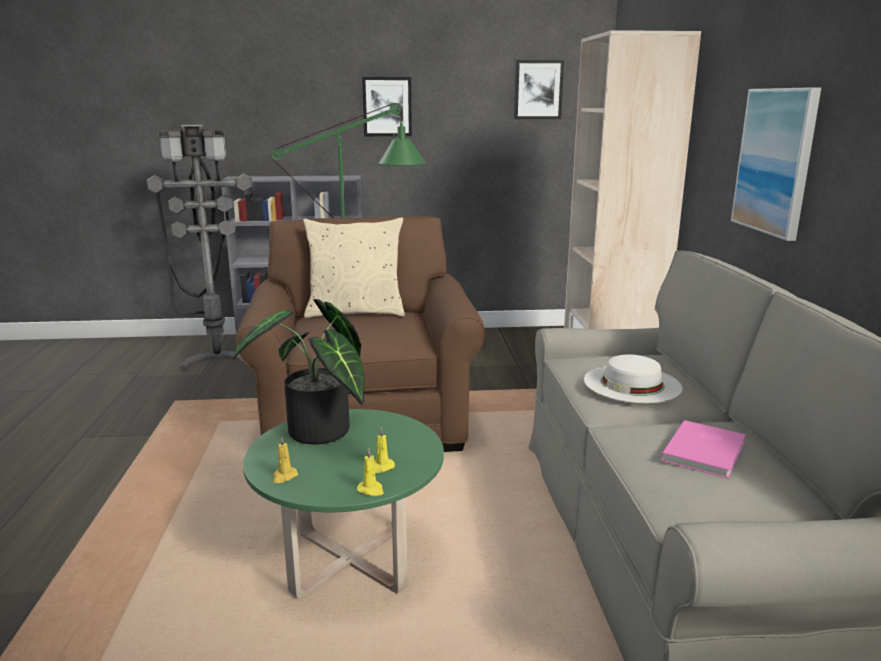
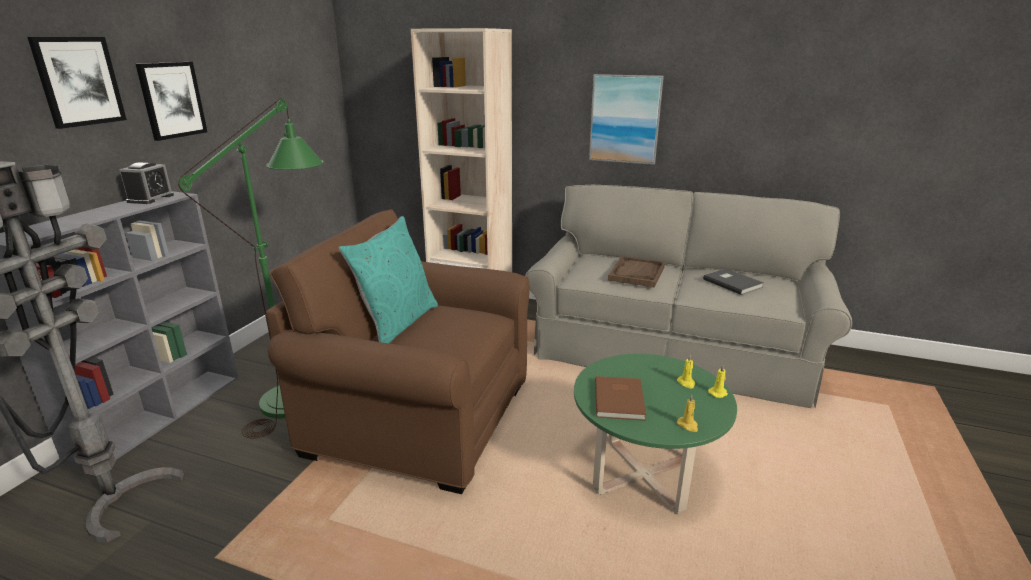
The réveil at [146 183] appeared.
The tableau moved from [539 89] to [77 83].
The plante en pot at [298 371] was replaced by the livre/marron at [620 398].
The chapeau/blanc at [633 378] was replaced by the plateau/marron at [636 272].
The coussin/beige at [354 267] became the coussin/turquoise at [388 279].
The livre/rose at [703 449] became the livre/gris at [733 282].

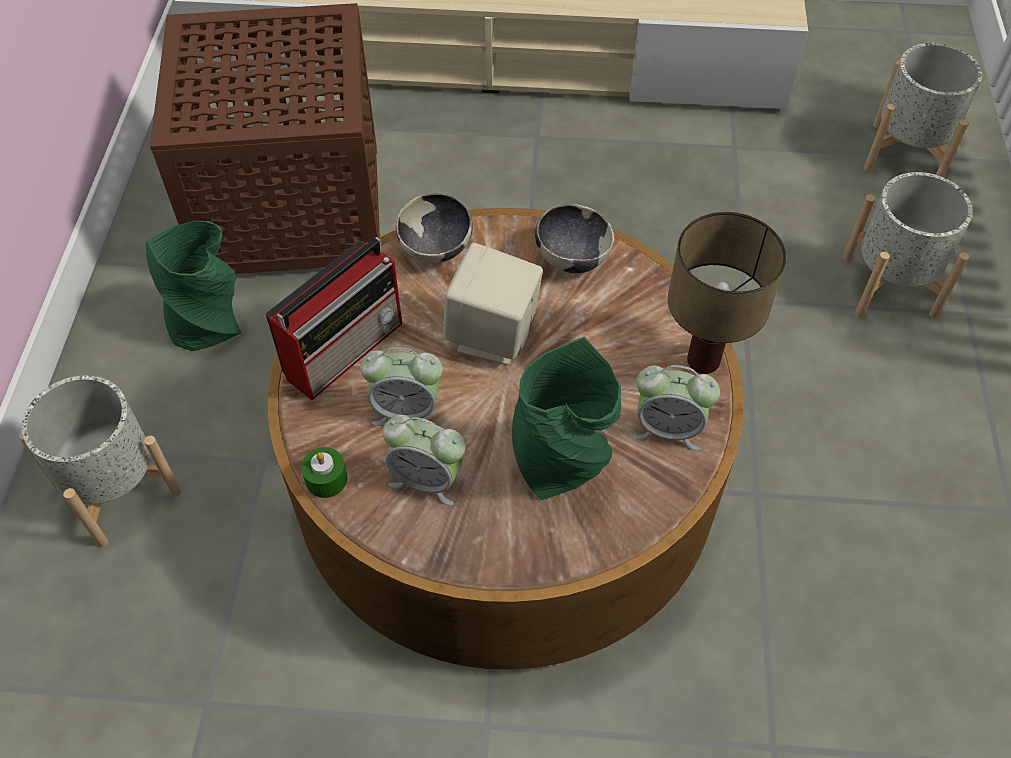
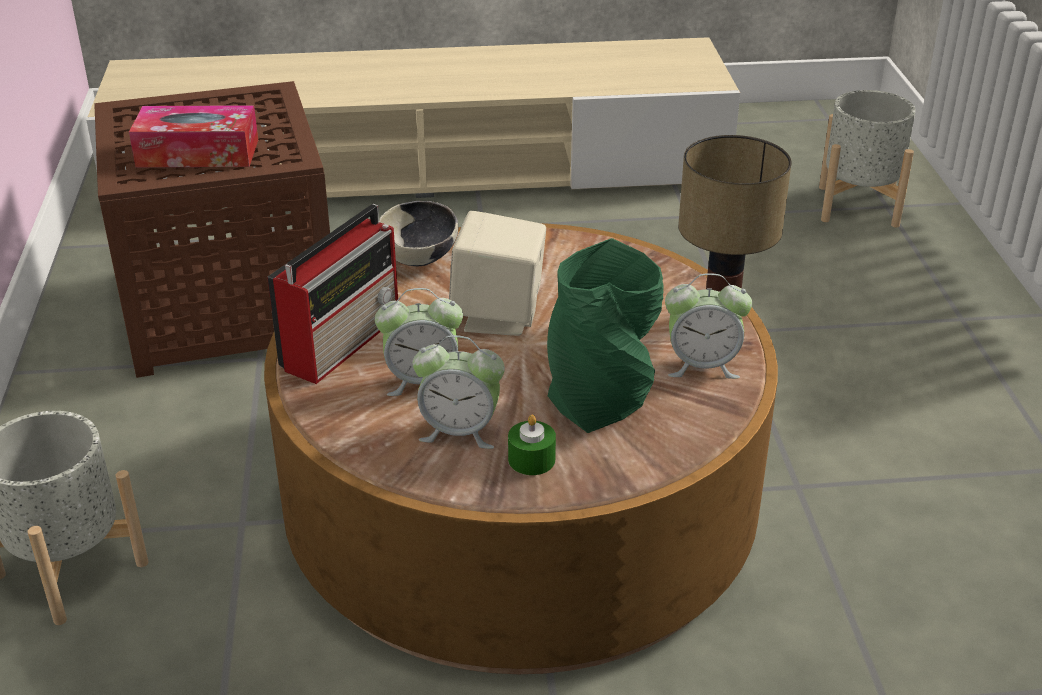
The vase/vert at [193 286] disappeared.
The bol at [574 238] disappeared.
The cache-pot/gris at [908 245] disappeared.
The boîte à mouchoirs at [193 136] appeared.
The bougie/vert moved from [324 472] to [532 445].

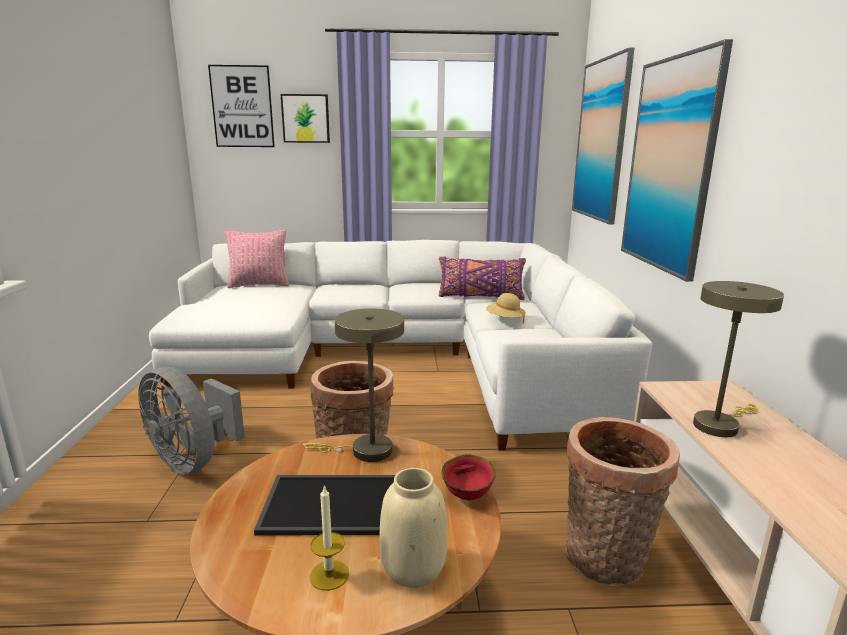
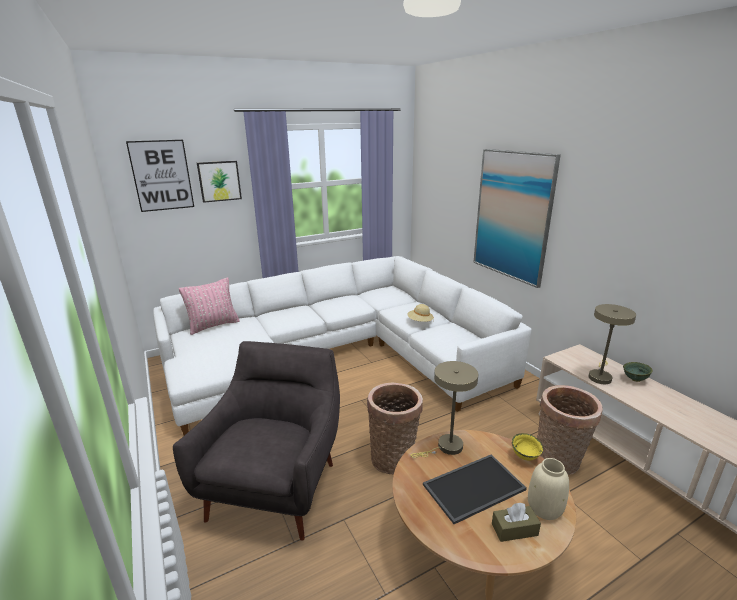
The coussin/violet at [482 278] disappeared.
The tableau at [603 135] disappeared.
The bol/vert at [638 372] appeared.
The ventilateur/gris at [191 420] was replaced by the fauteuil/gris at [256 441].
The bougie at [329 538] was replaced by the boîte à mouchoirs/marron at [516 522].
The bol/rouge at [468 477] became the bol/jaune at [527 447].

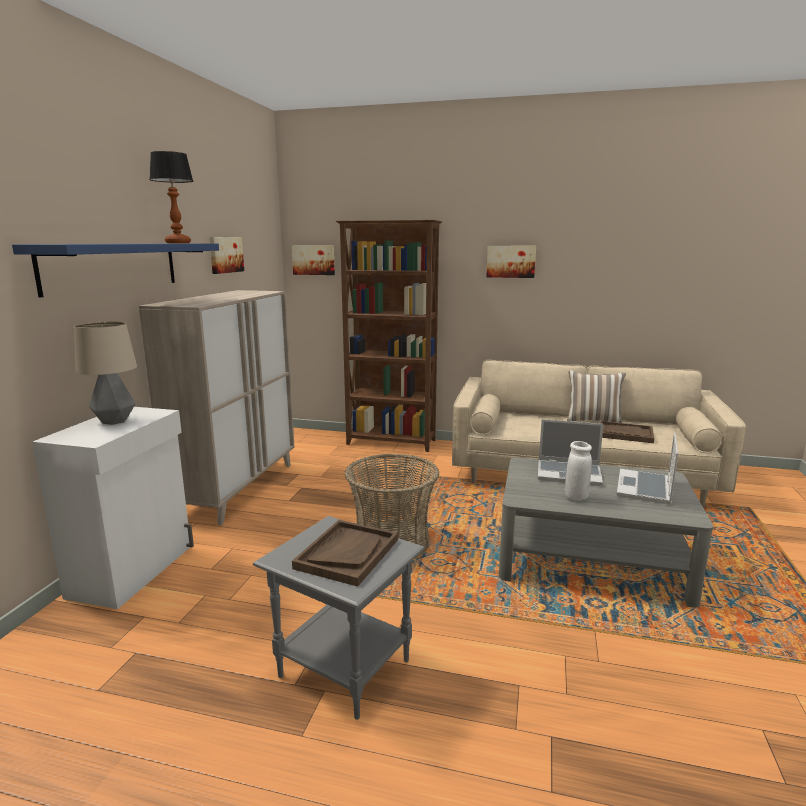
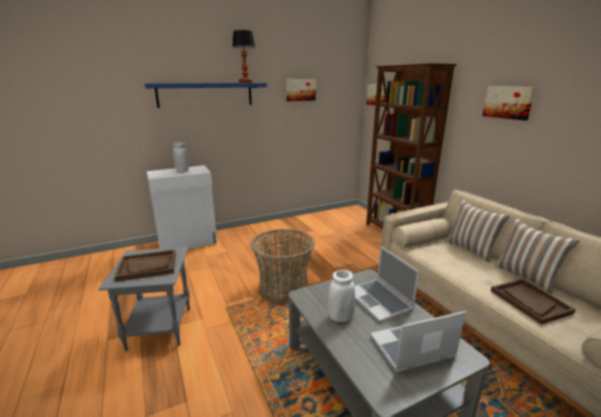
The meuble de rangement/beige at [217 408] disappeared.
The coussin at [478 231] appeared.
The lampe de table at [105 373] was replaced by the vase/blanc at [181 157].

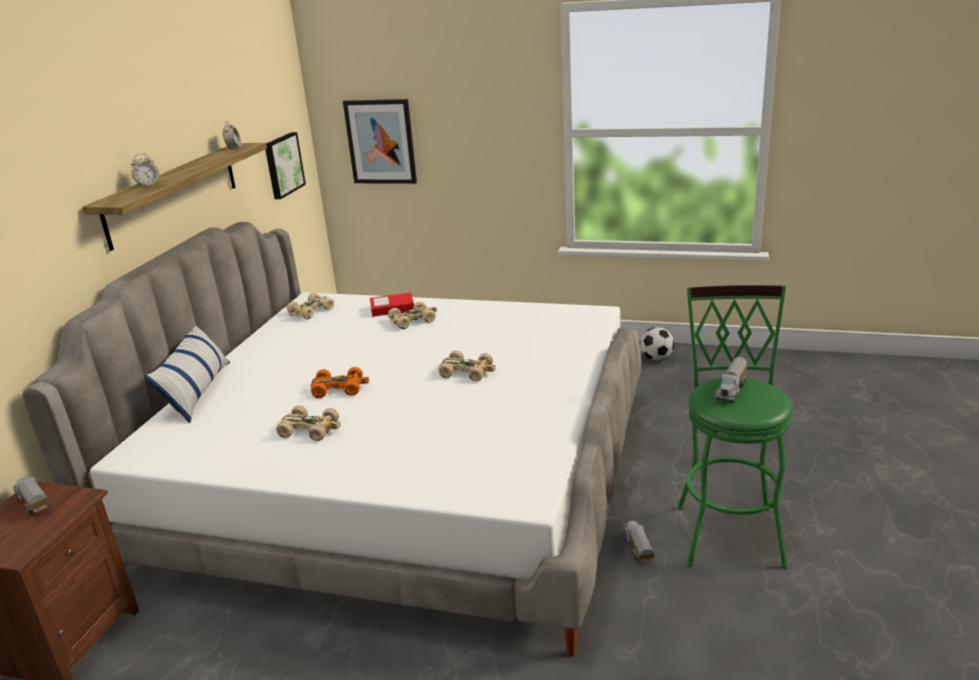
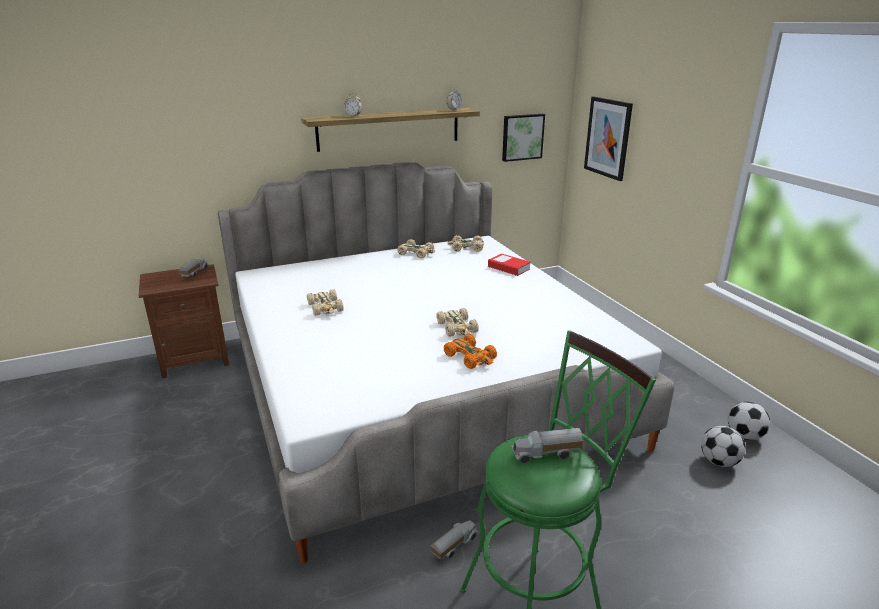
The coussin at [187 374] disappeared.
The ballon de foot at [723 446] appeared.
The petite voiture/orange moved from [339 382] to [470 351].
The petite voiture/beige moved from [412 315] to [416 248].

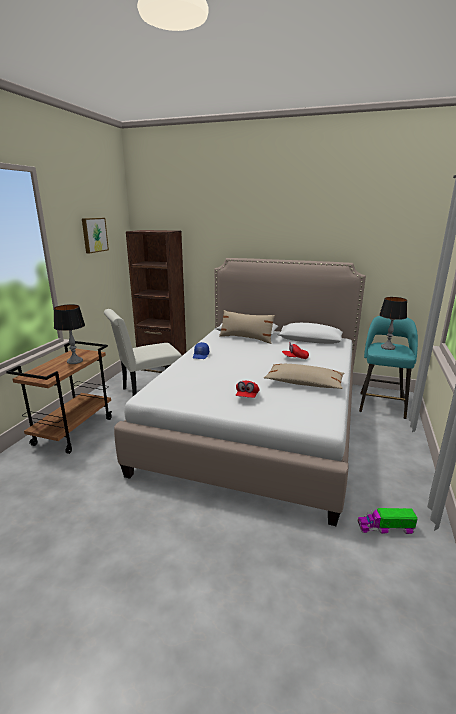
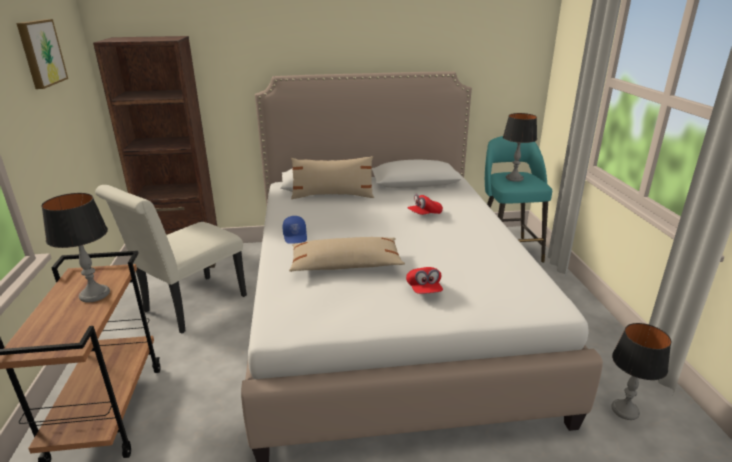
The coussin/beige moved from [304 376] to [347 254].
The camion jouet at [387 521] was replaced by the lampe de table at [641 371].

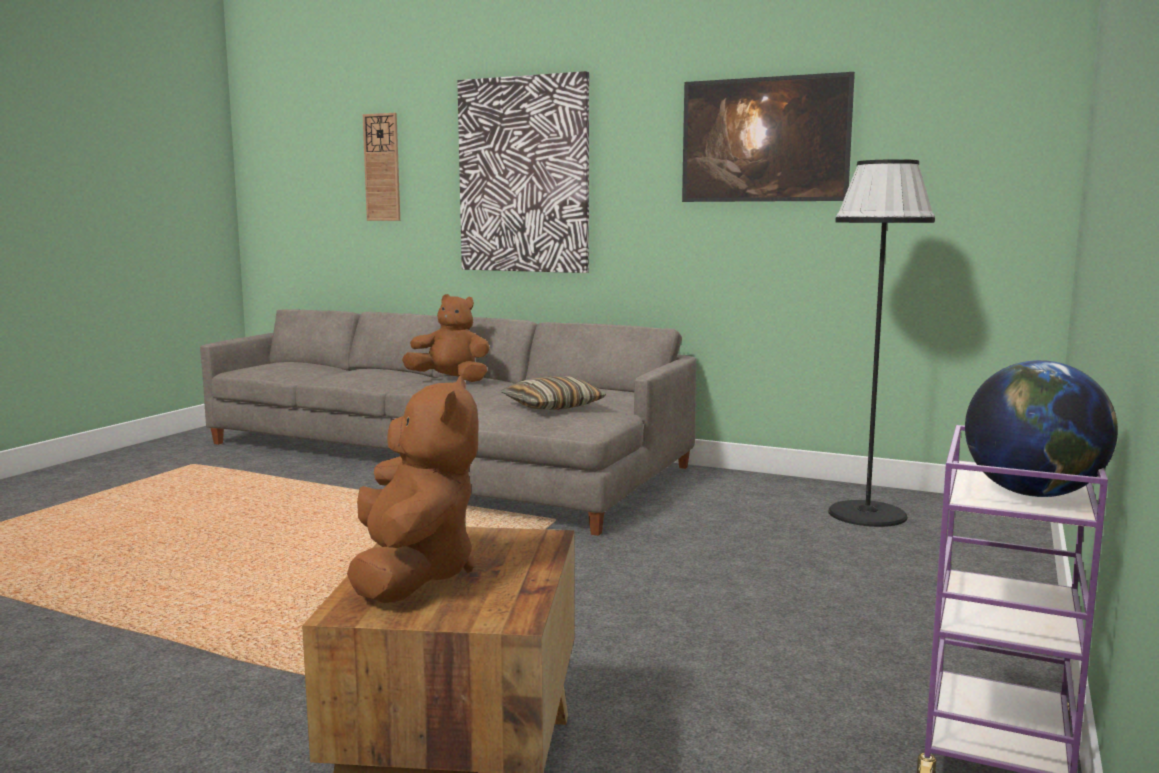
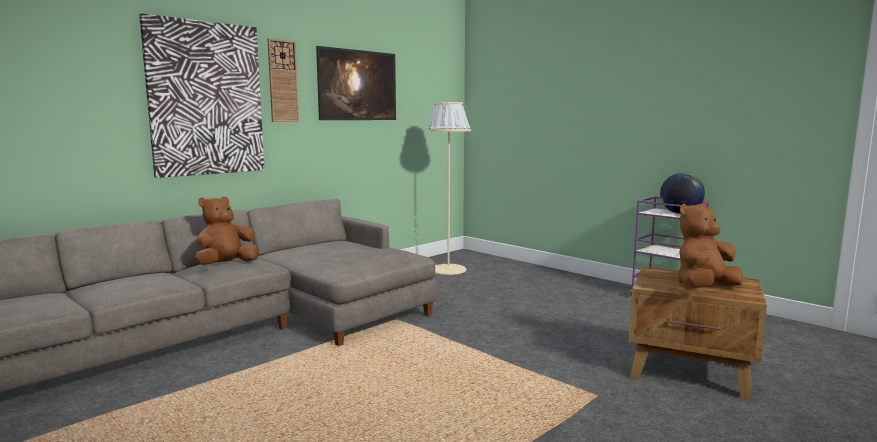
The coussin at [553 393] disappeared.
The horloge murale moved from [381 167] to [283 80].
The lampadaire/noir at [881 343] became the lampadaire/beige at [449 188].
The peluche/marron at [412 489] turned 45 degrees counterclockwise.

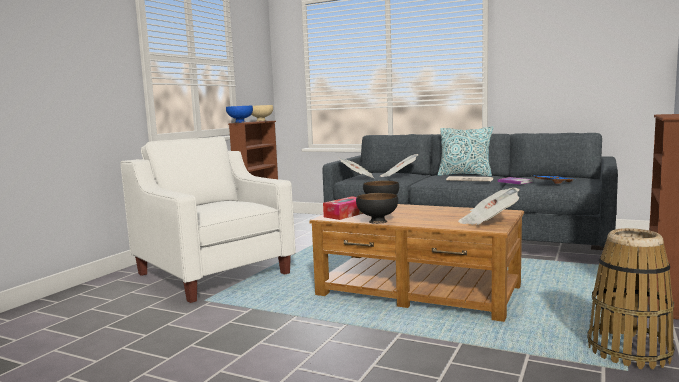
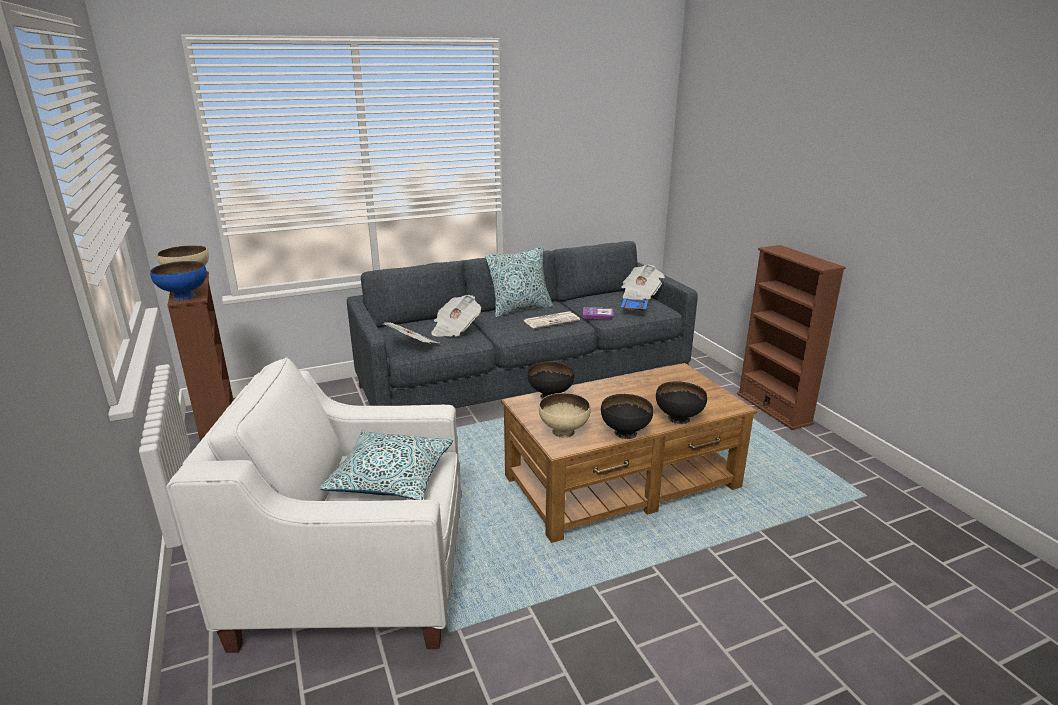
The panier at [631 298] disappeared.
The coussin at [386 465] appeared.
The bol/noir at [681 402] appeared.
The journal moved from [489 206] to [643 282].
The boîte à mouchoirs at [343 208] was replaced by the bol/beige at [565 415].

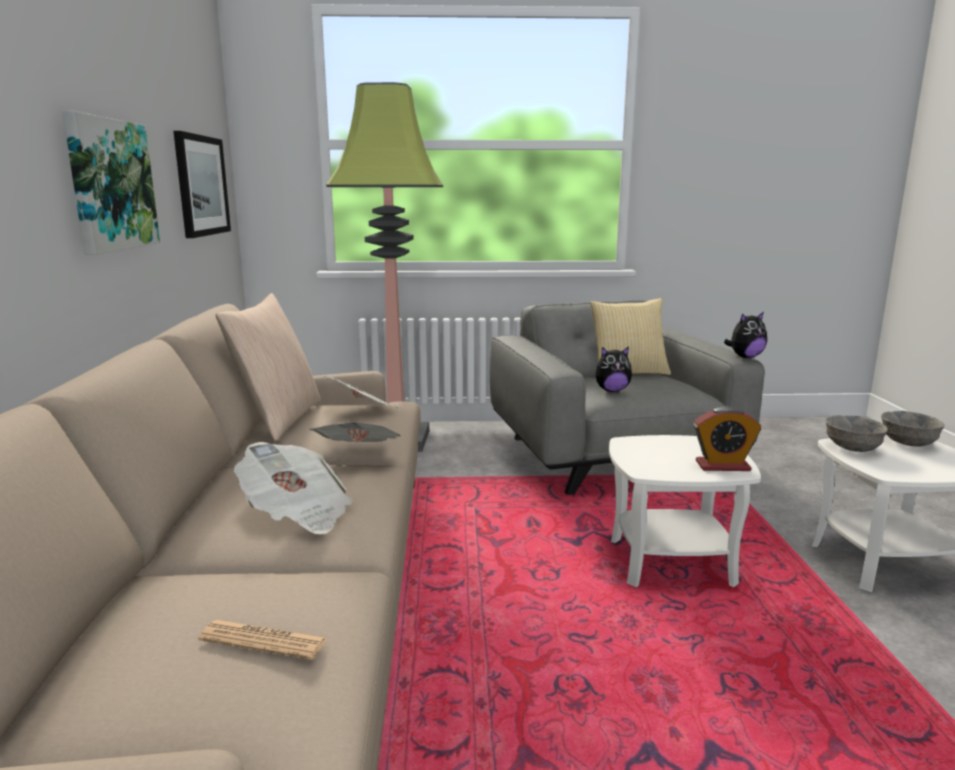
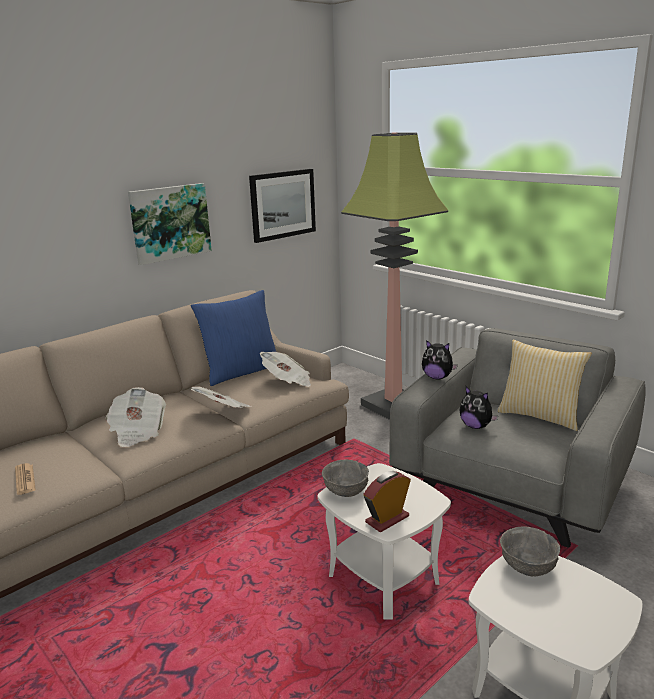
The peluche moved from [745 335] to [440 359].
The bol/gris moved from [913 429] to [345 478].
The coussin/beige at [268 367] became the coussin/bleu at [233 338].
The réveil at [727 438] turned 90 degrees clockwise.

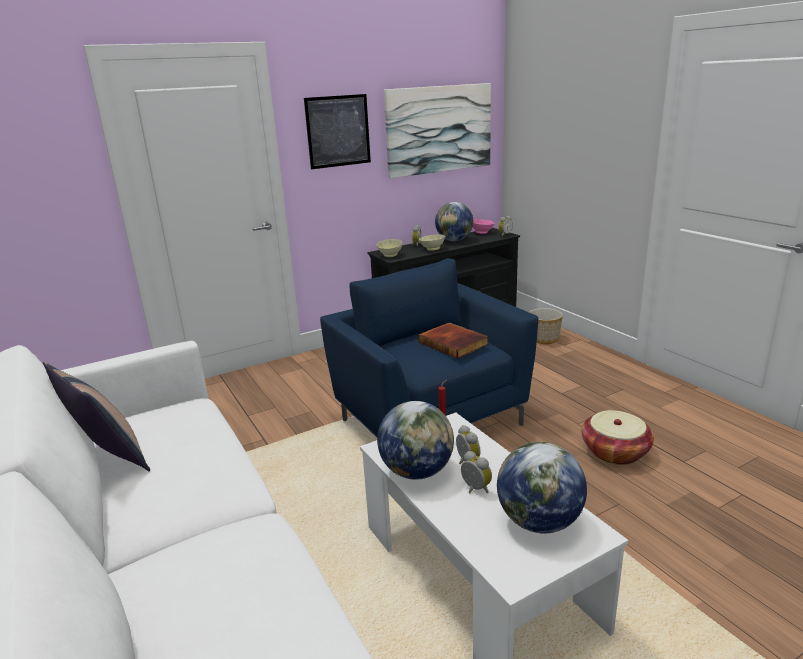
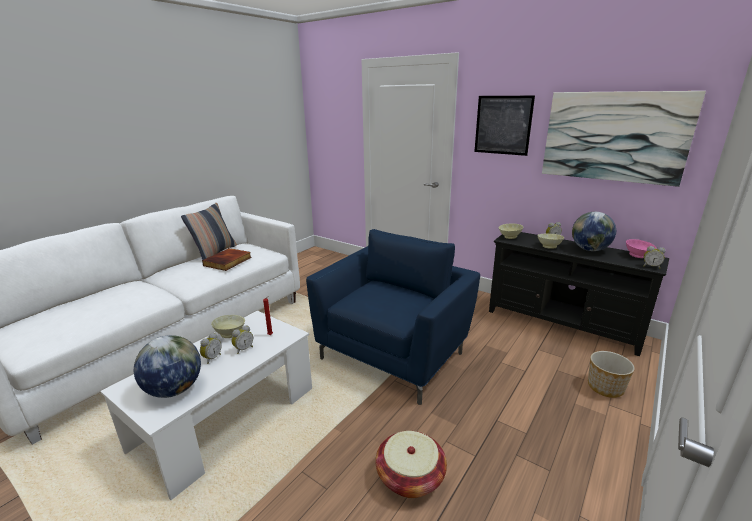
The livre moved from [454 340] to [227 259].
The globe at [415 440] was replaced by the bol/beige at [228 326].

